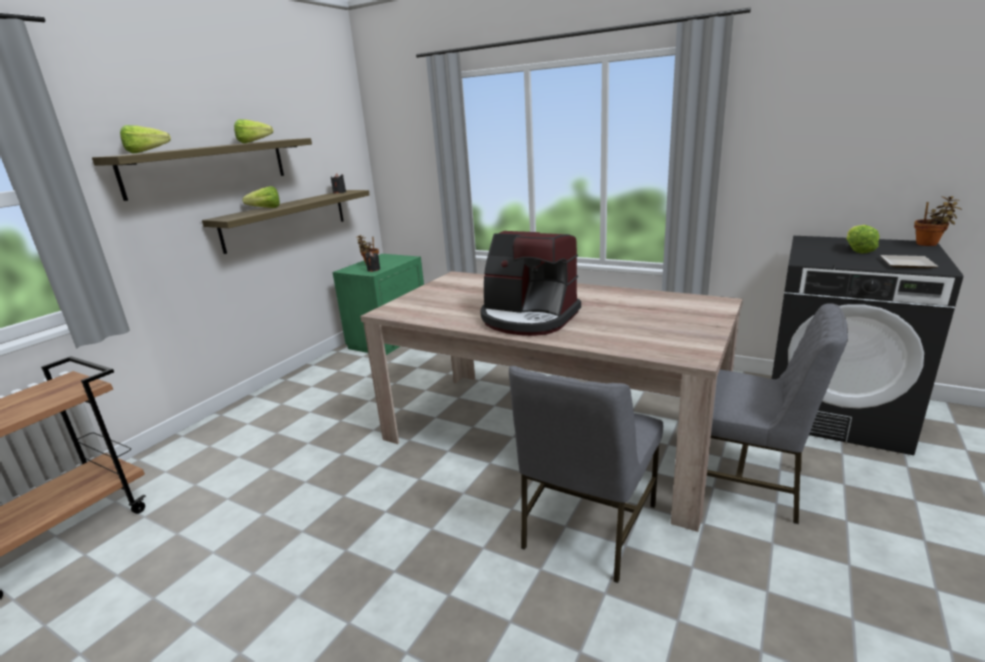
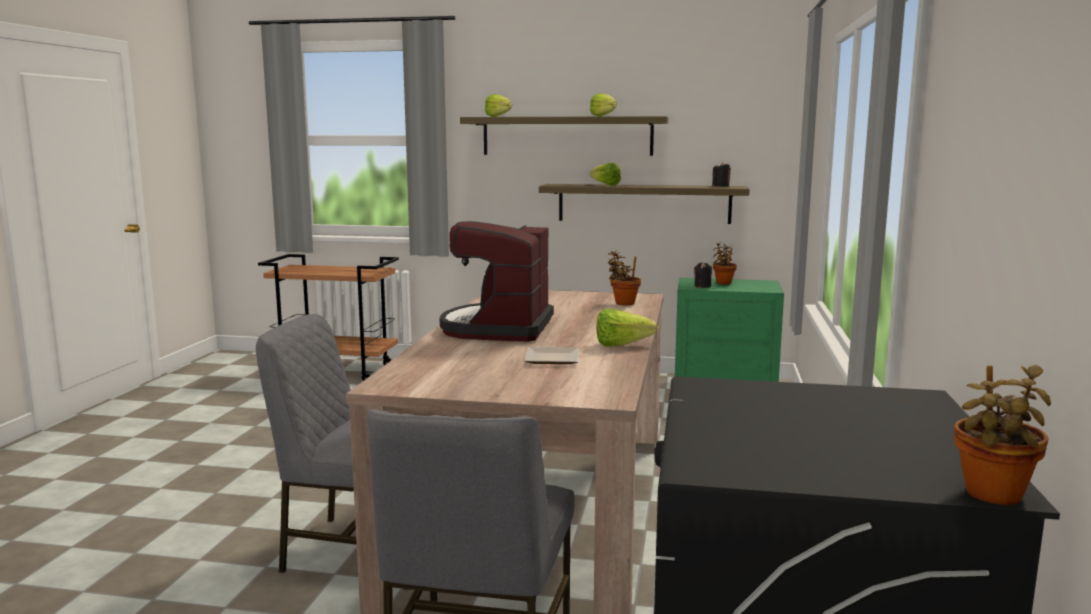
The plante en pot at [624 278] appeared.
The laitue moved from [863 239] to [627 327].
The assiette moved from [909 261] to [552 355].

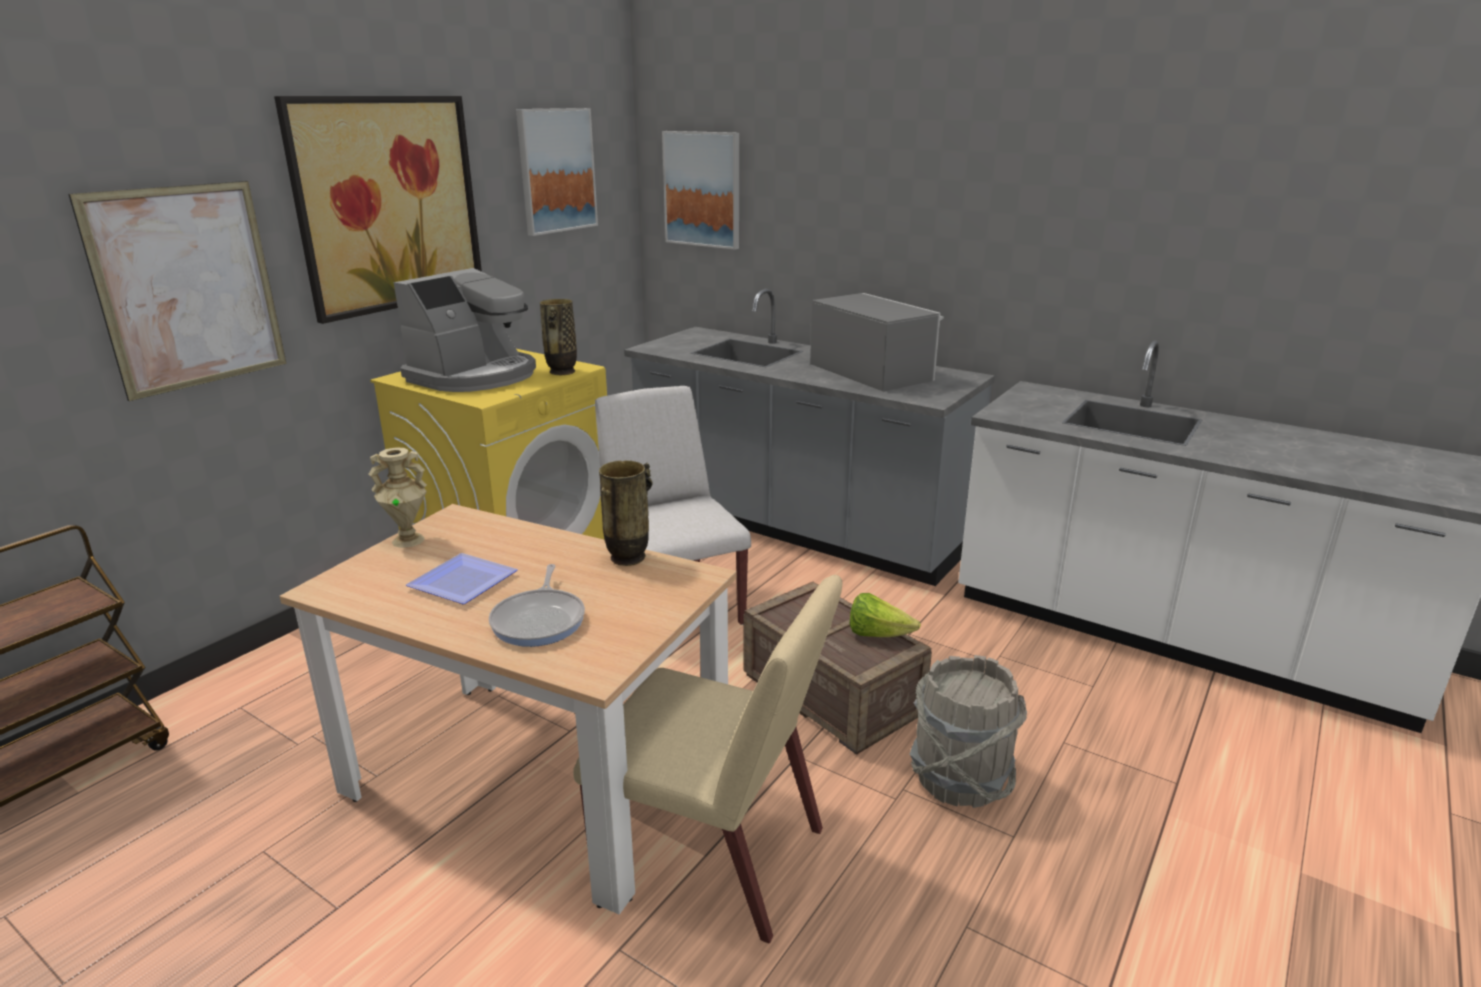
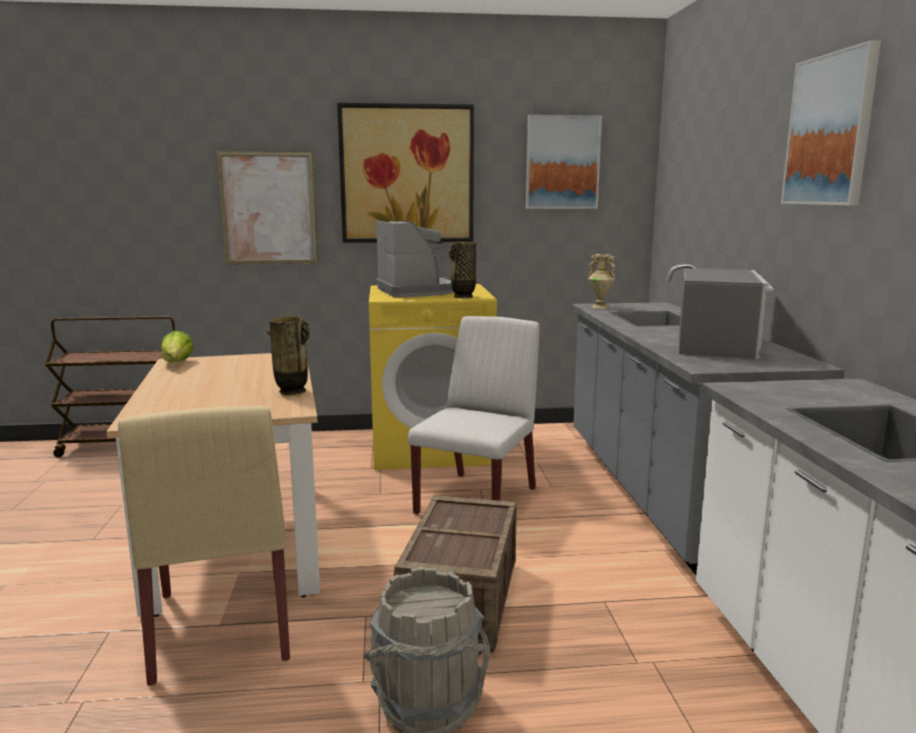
The assiette at [462 578] disappeared.
The poêle at [537 605] disappeared.
The vase/beige moved from [397 497] to [601 281].
The tableau moved from [700 190] to [831 122].
The laitue moved from [885 615] to [177 346].
The machine à café at [464 330] turned 105 degrees counterclockwise.

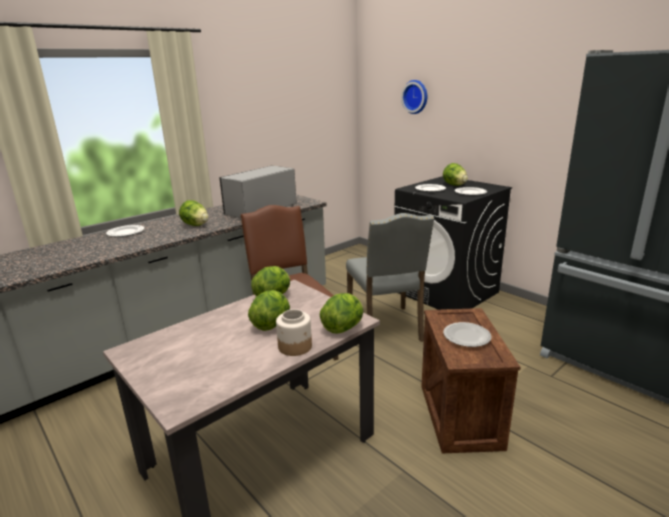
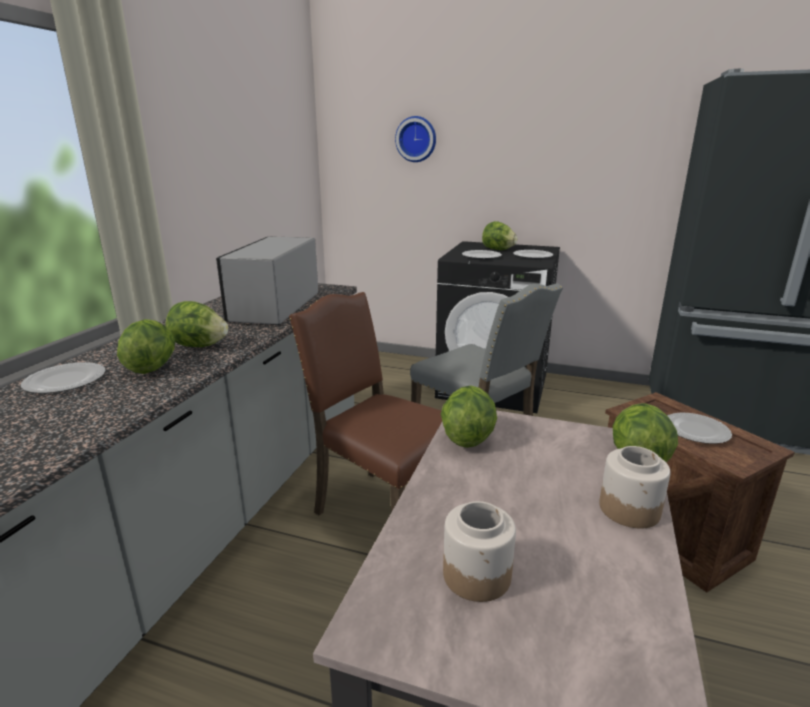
The bocal at [479 551] appeared.
The laitue moved from [269 310] to [146 346].

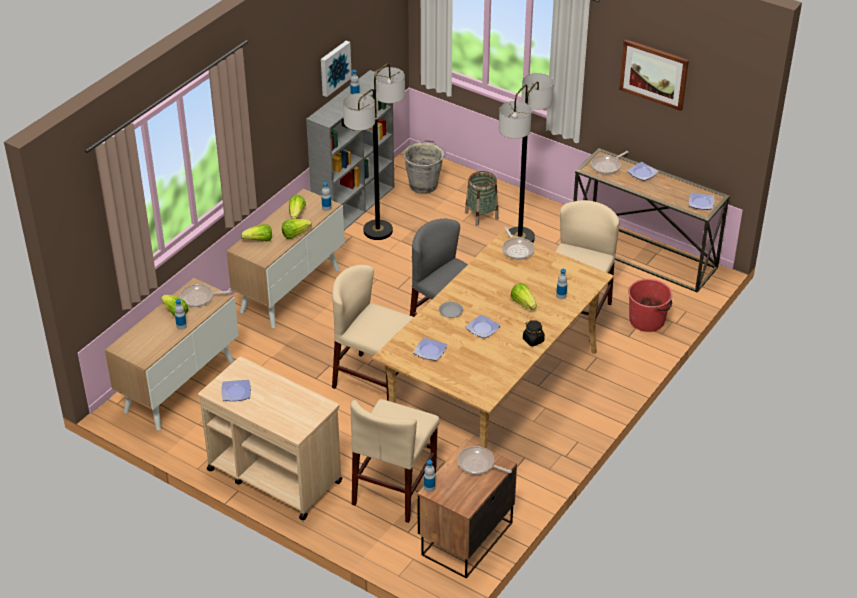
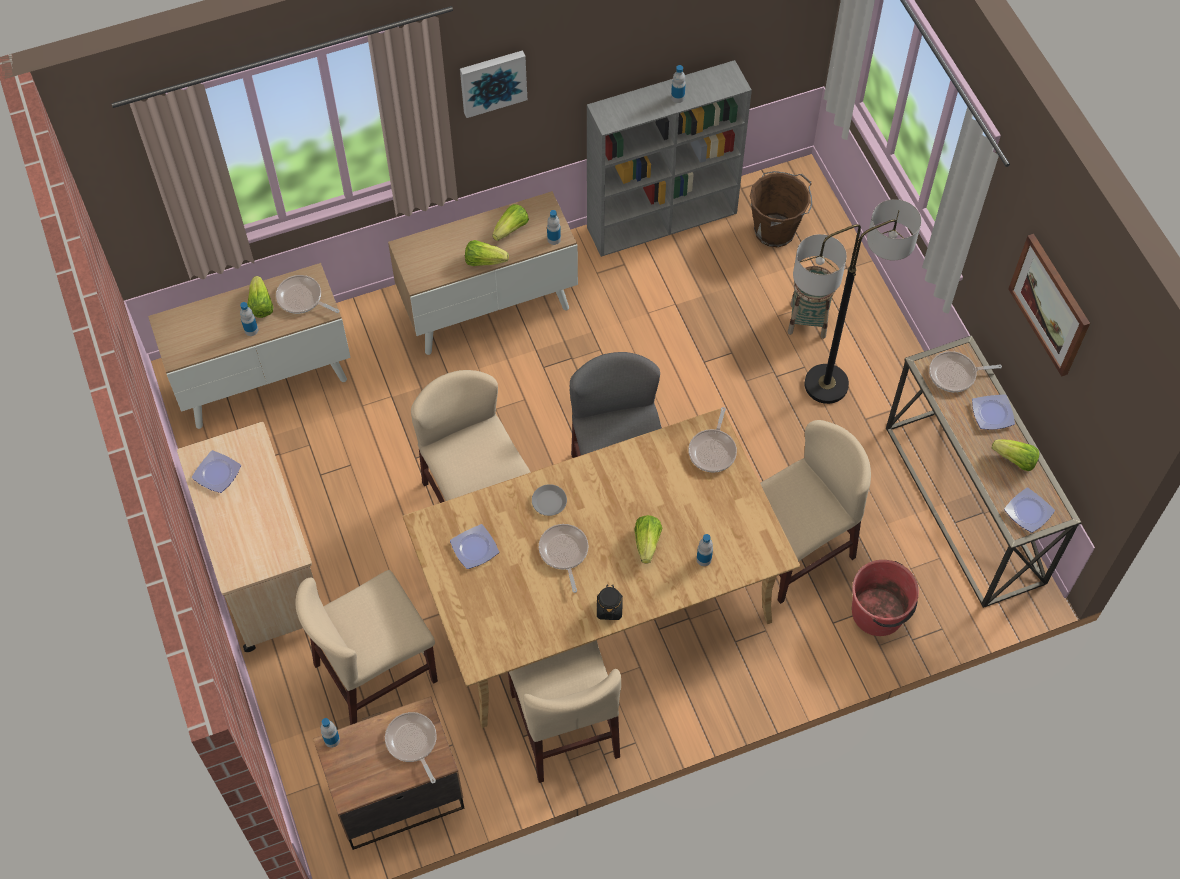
The lampadaire at [374 152] disappeared.
The chaise/beige at [564 711] appeared.
The laitue moved from [256 232] to [1015 455].
The tableau moved from [336 69] to [493 84].
The assiette at [482 326] was replaced by the poêle at [563 558].
The seau/gris at [424 167] became the seau/marron at [781 209].

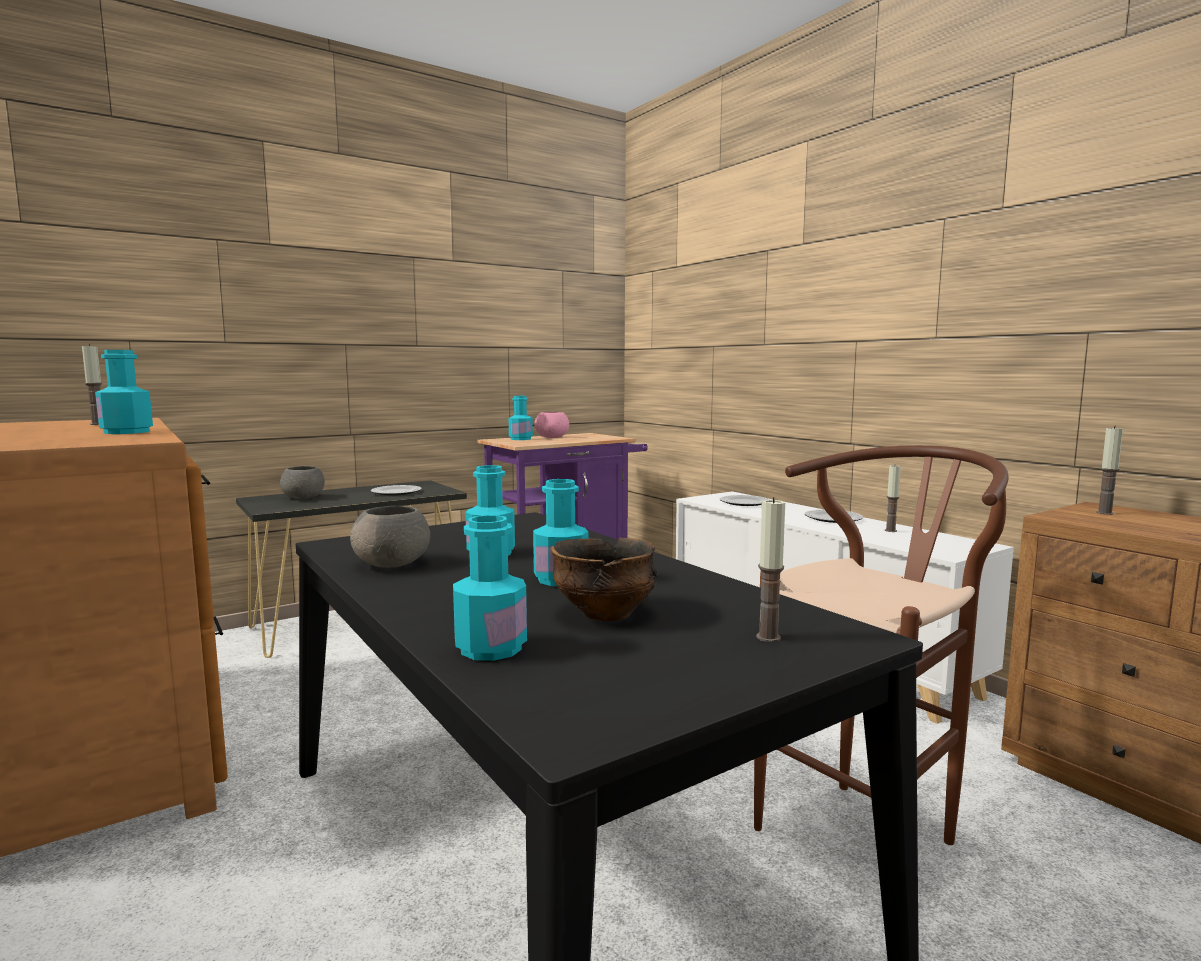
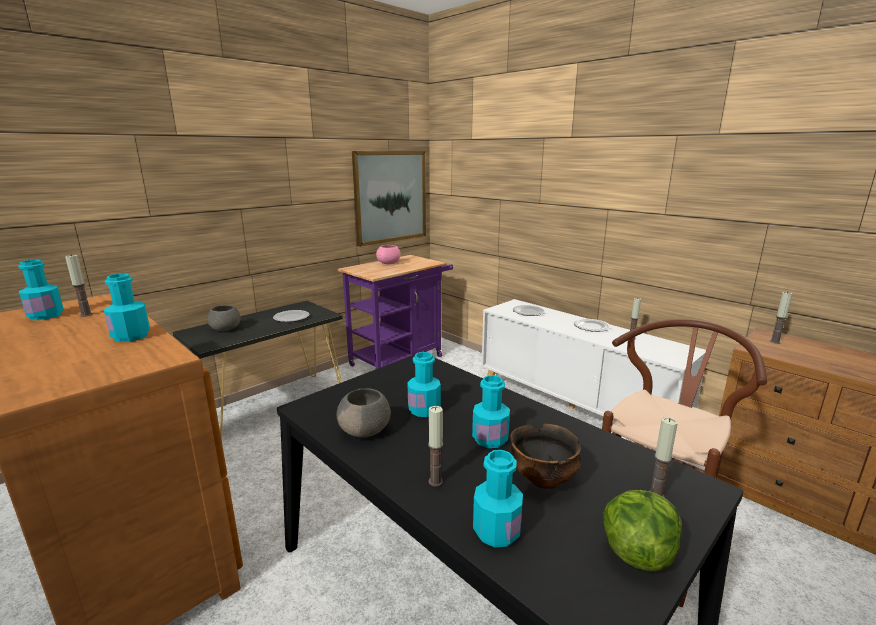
The tableau at [389 199] appeared.
The bougie at [435 446] appeared.
The laitue at [642 531] appeared.
The bouteille/turquoise moved from [521 418] to [41 290].

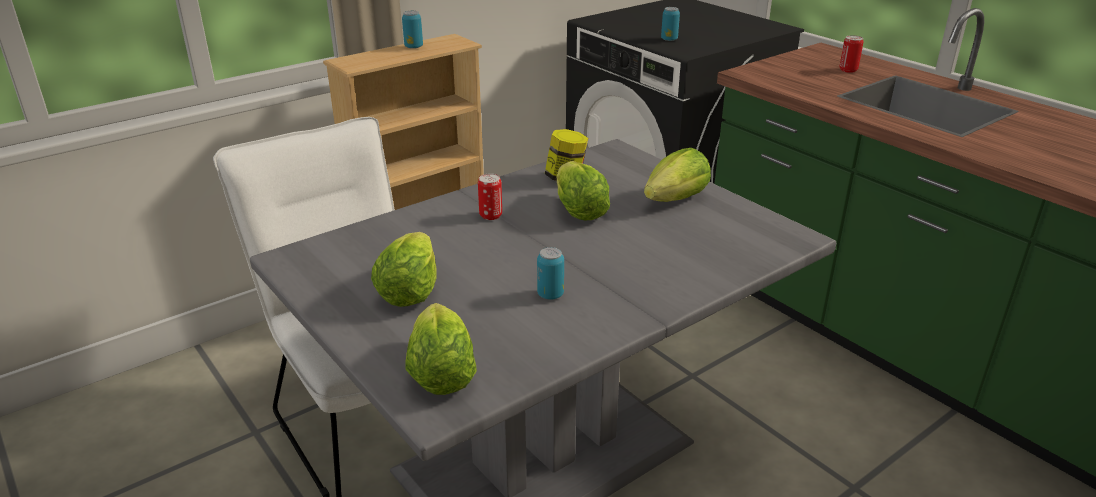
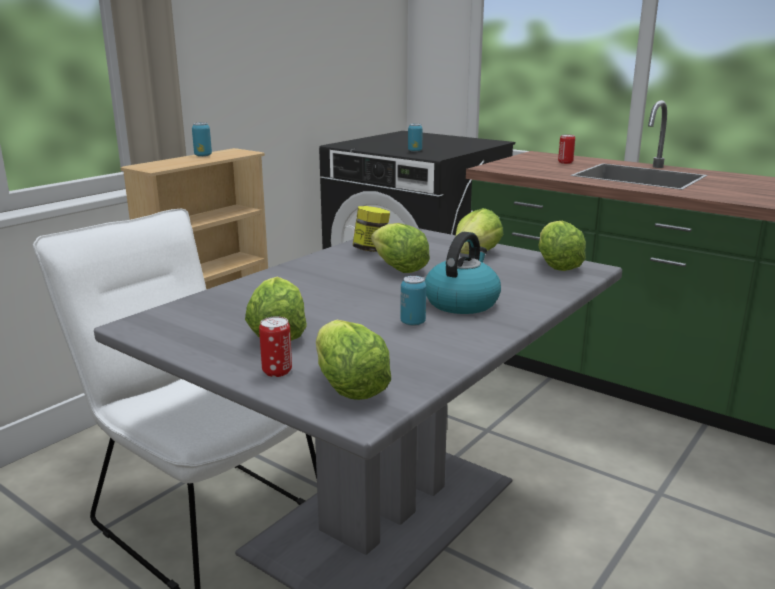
The bouilloire at [463 273] appeared.
The laitue at [562 246] appeared.
The boîte métallique moved from [490 196] to [275 346].

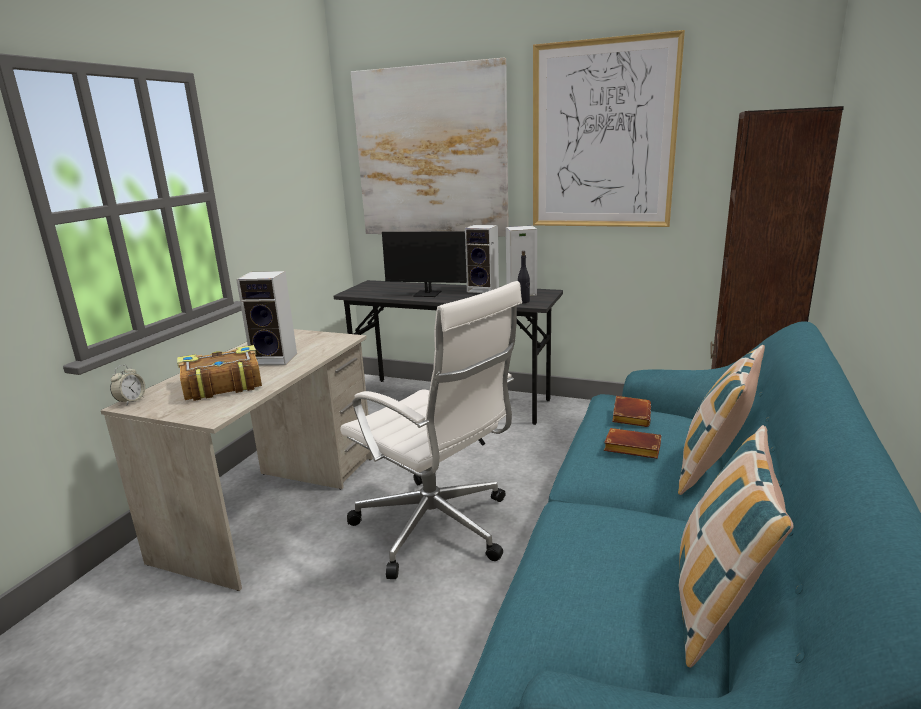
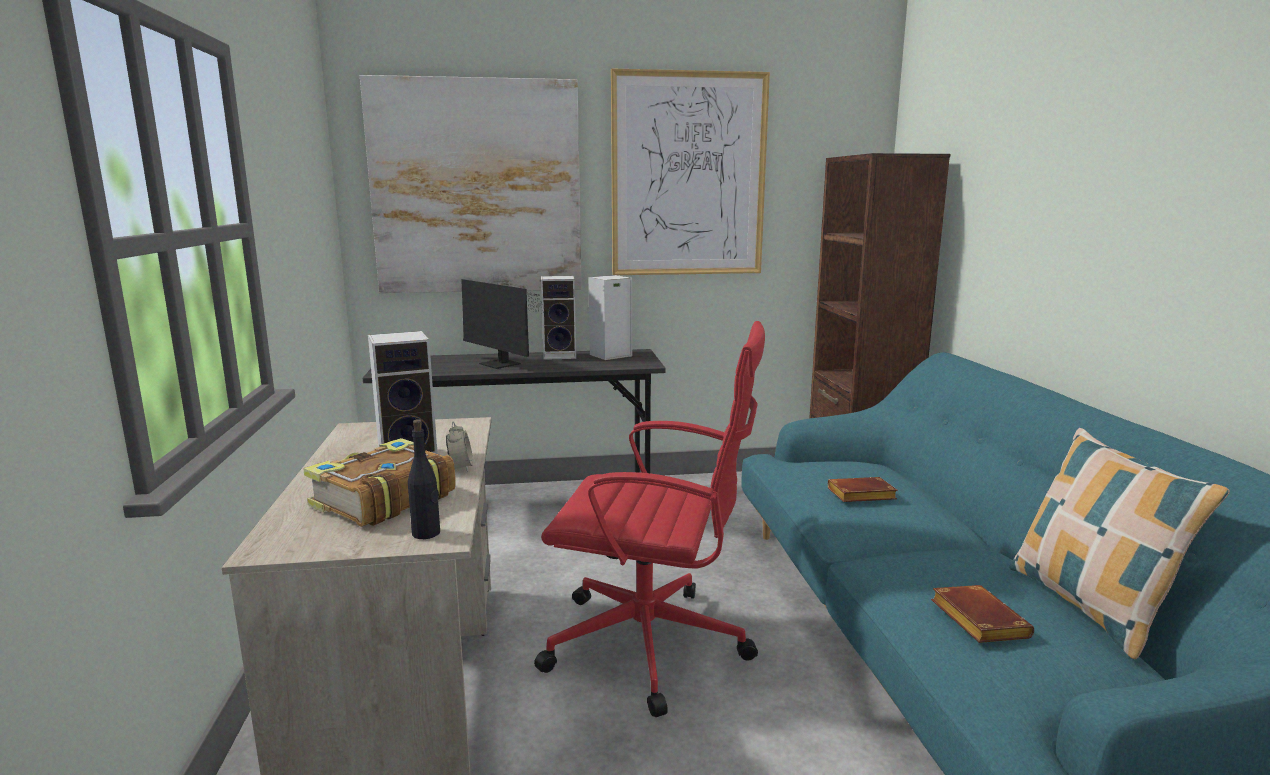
The coussin at [721 420] disappeared.
The réveil moved from [127 385] to [459 446].
The bouteille/noir moved from [524 277] to [424 479].
The livre/marron moved from [631 411] to [982 614].
The chaise de bureau/blanc at [431 430] became the chaise de bureau/rouge at [649 519].
The écran d'ordinateur at [437 264] turned 60 degrees clockwise.

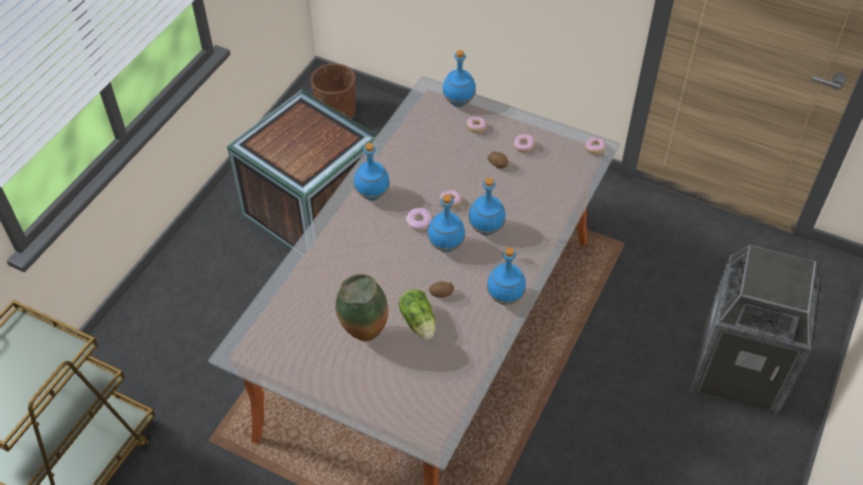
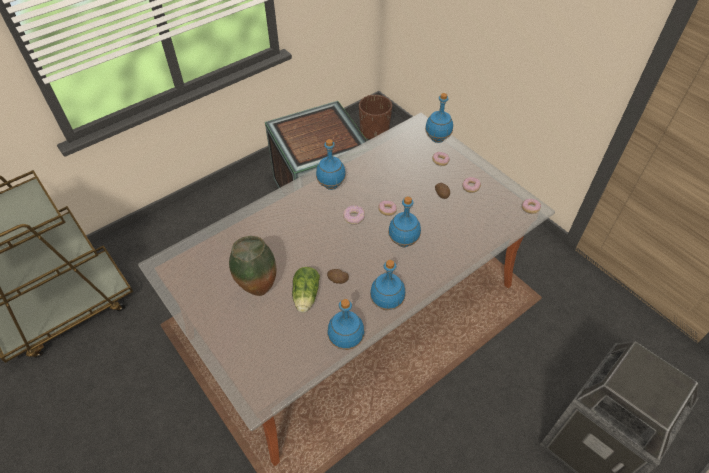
The bouteille/bleu moved from [446 223] to [346 324].

